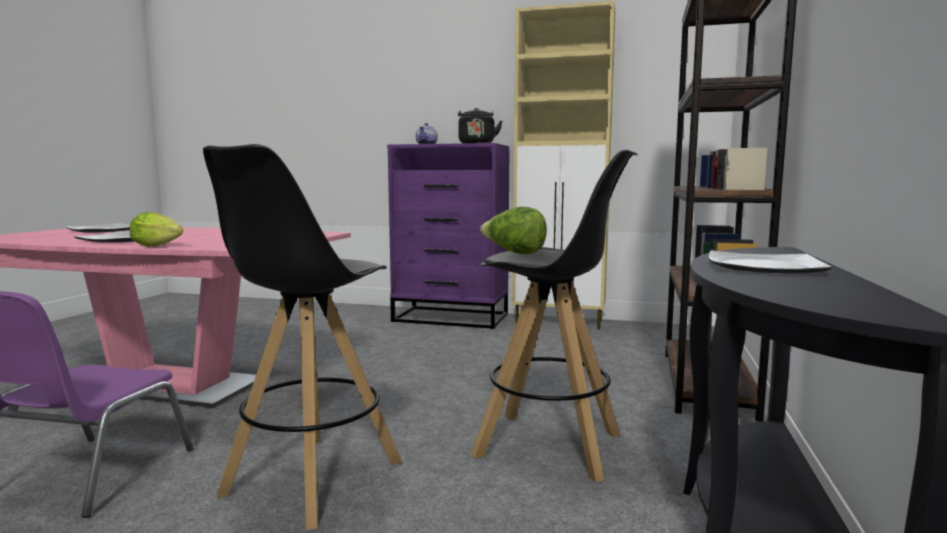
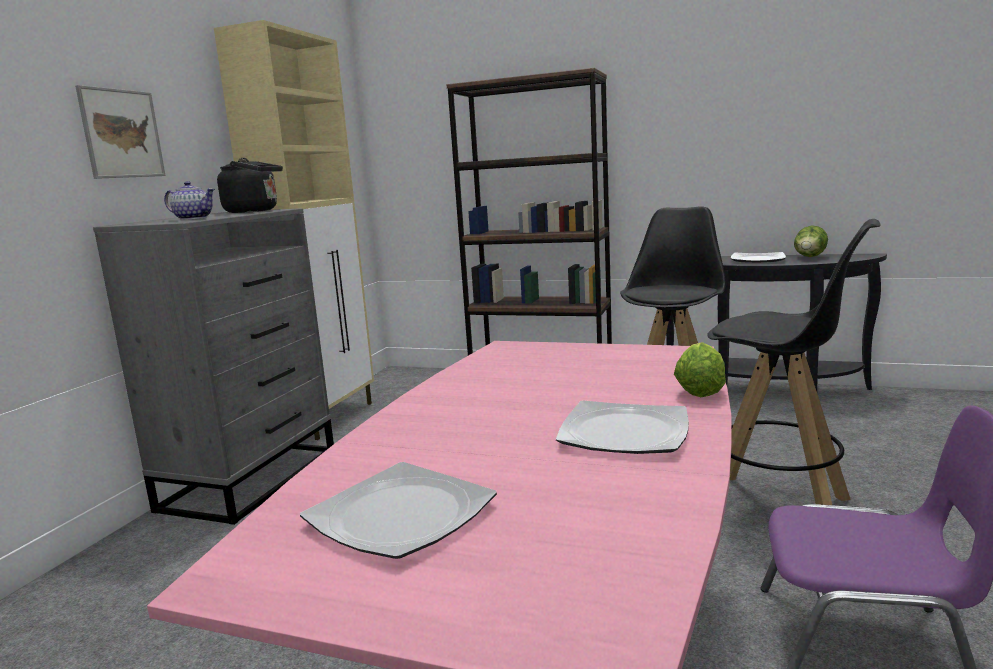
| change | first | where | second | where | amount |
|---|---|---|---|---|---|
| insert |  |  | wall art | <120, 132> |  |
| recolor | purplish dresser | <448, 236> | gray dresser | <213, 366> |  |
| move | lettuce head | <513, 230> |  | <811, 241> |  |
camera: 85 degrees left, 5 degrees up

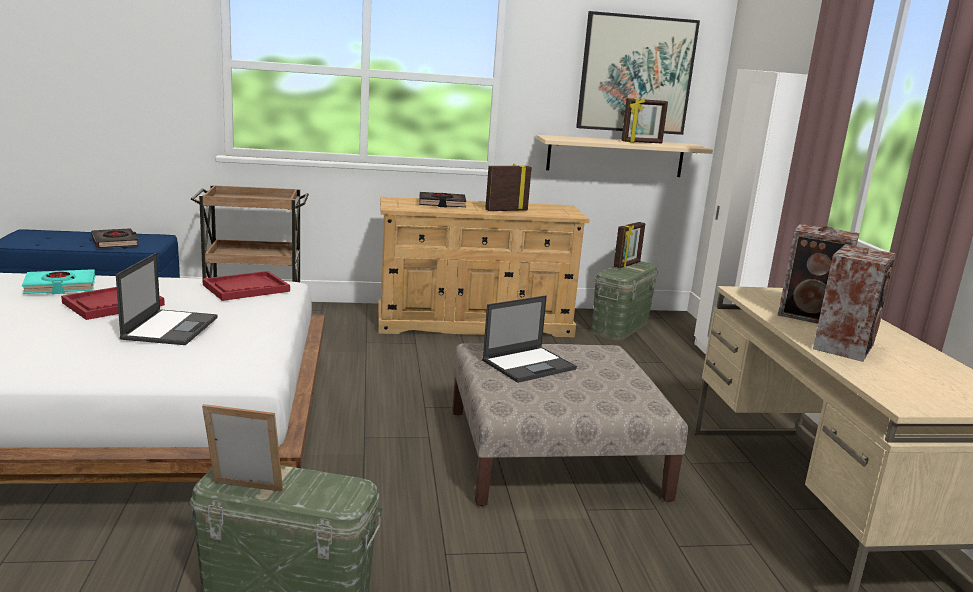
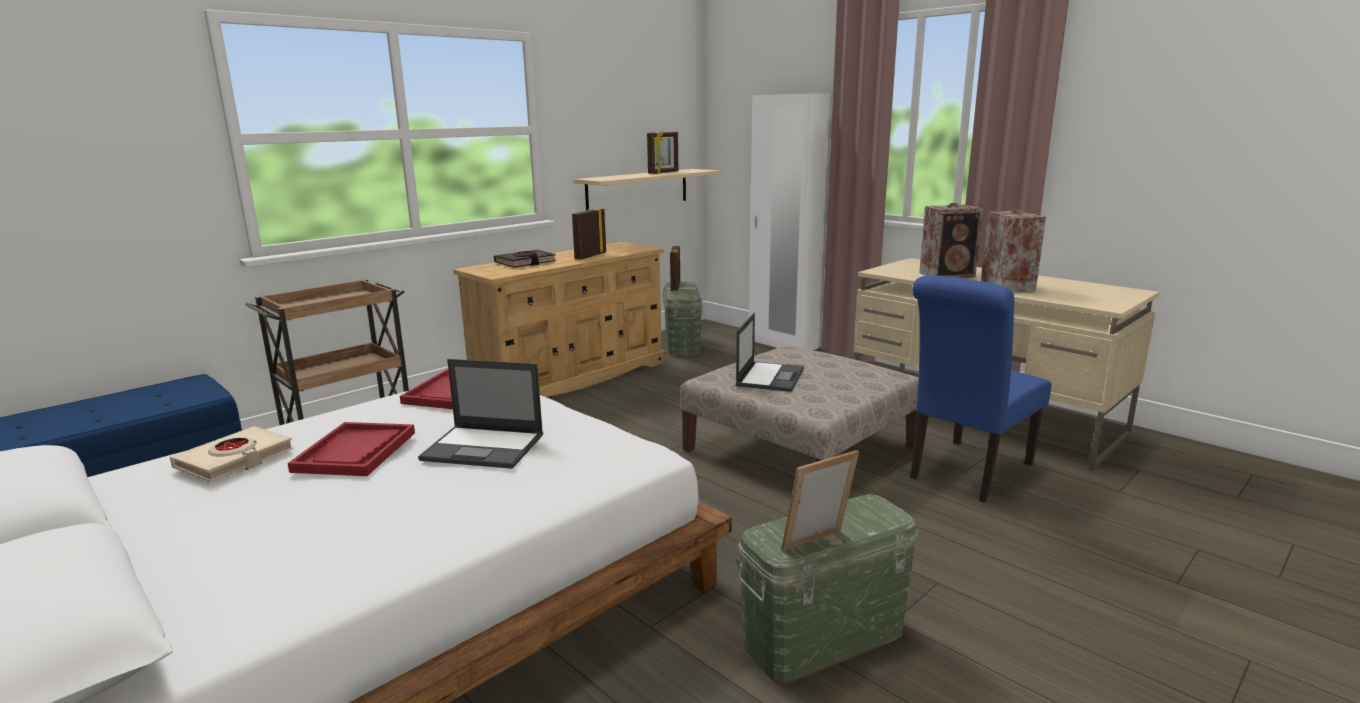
| change | first | where | second | where | amount |
|---|---|---|---|---|---|
| recolor | turquoise book | <58, 281> | sand-coloured book | <232, 454> |  |
| rotate | portable computer | <166, 299> |  | <480, 414> | 135 degrees clockwise |
| insert |  |  | bluish upright chair | <980, 389> |  |
| delete | black book | <115, 238> |  |  |  |
| delete | wall art | <638, 73> |  |  |  |
camera: 35 degrees left, 0 degrees up

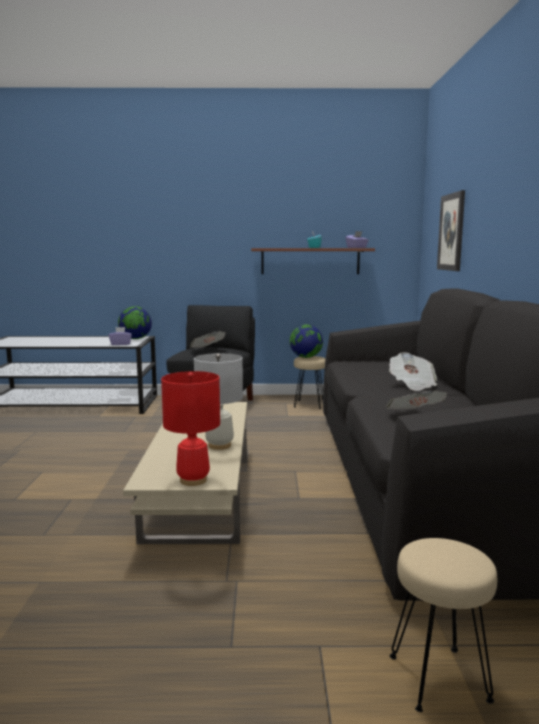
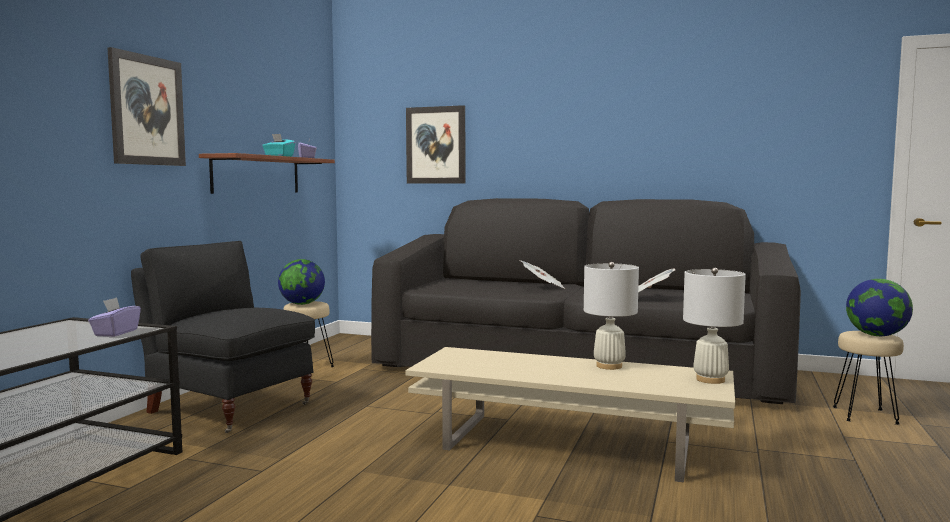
| change | first | where | second | where | amount |
|---|---|---|---|---|---|
| insert |  |  | wall art | <147, 106> |  |
| recolor | red table lamp | <190, 428> | whitish table lamp | <714, 326> |  |
| move | world globe | <135, 322> |  | <879, 307> |  |
| delete | daily paper | <207, 339> |  |  |  |
camera: 70 degrees left, 5 degrees down

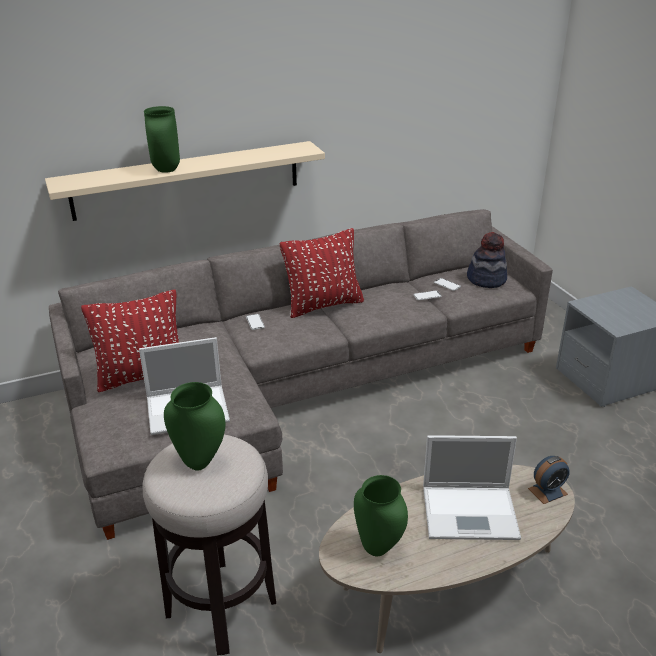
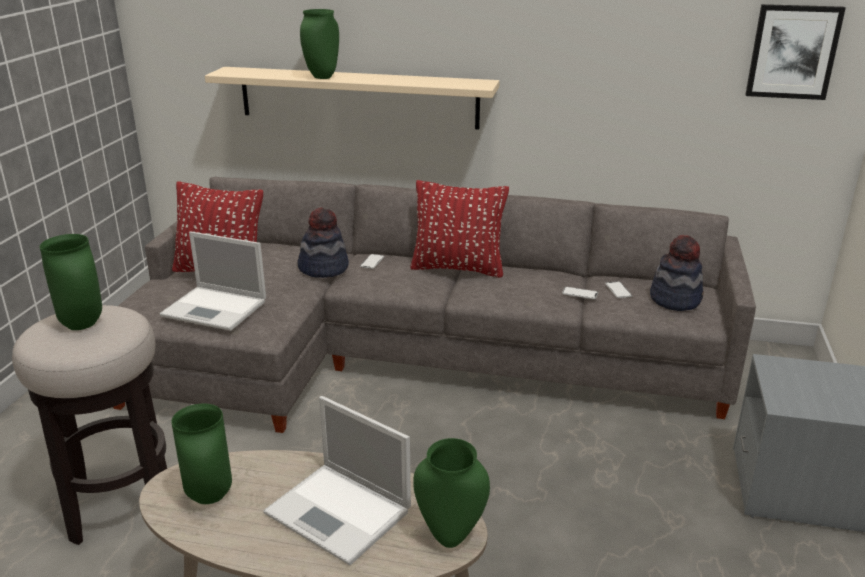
| change | first | where | second | where | amount |
|---|---|---|---|---|---|
| insert |  |  | wearable hat | <323, 242> |  |
| replace | table clock | <549, 480> | green-coloured vase | <451, 493> |  |
| insert |  |  | wall art | <795, 52> |  |
camera: 35 degrees right, 5 degrees down

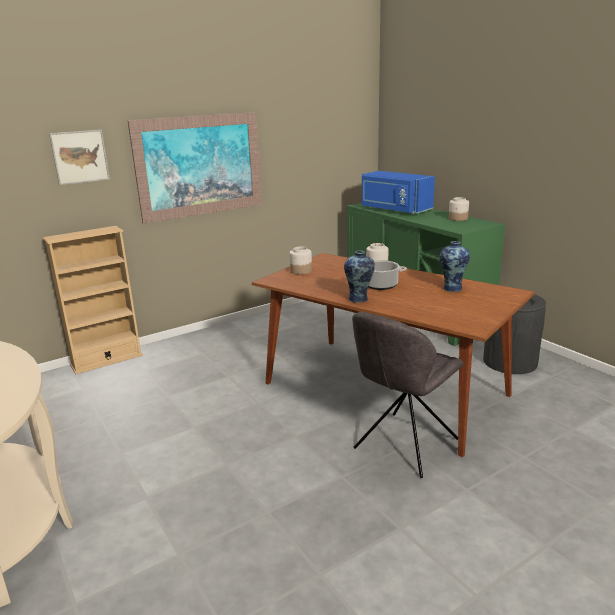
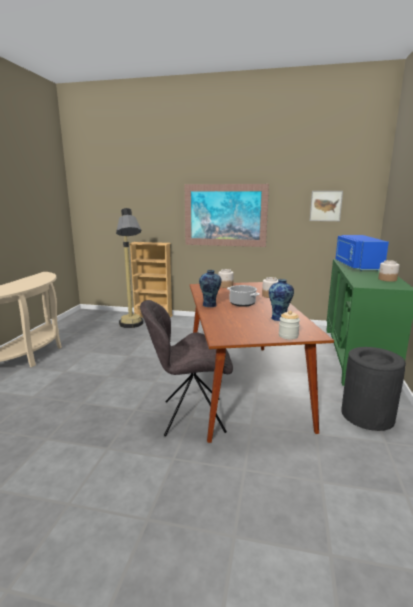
| change | first | where | second | where | amount |
|---|---|---|---|---|---|
| insert |  |  | standard lamp | <129, 268> |  |
| insert |  |  | storage jar | <289, 325> |  |
| move | wall art | <79, 157> |  | <326, 206> |  |
camera: 45 degrees right, 5 degrees down

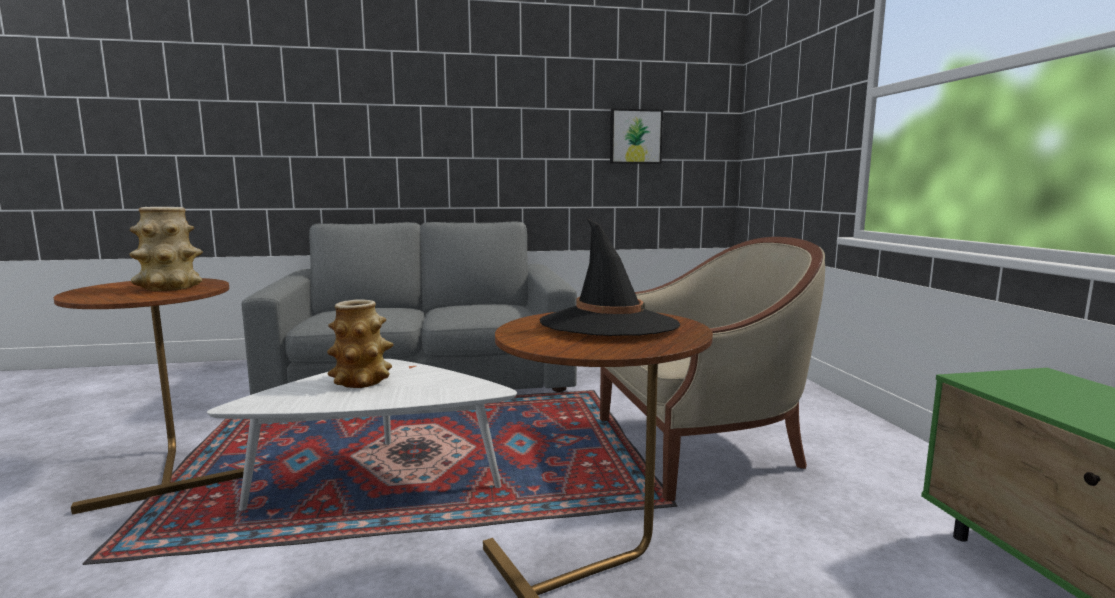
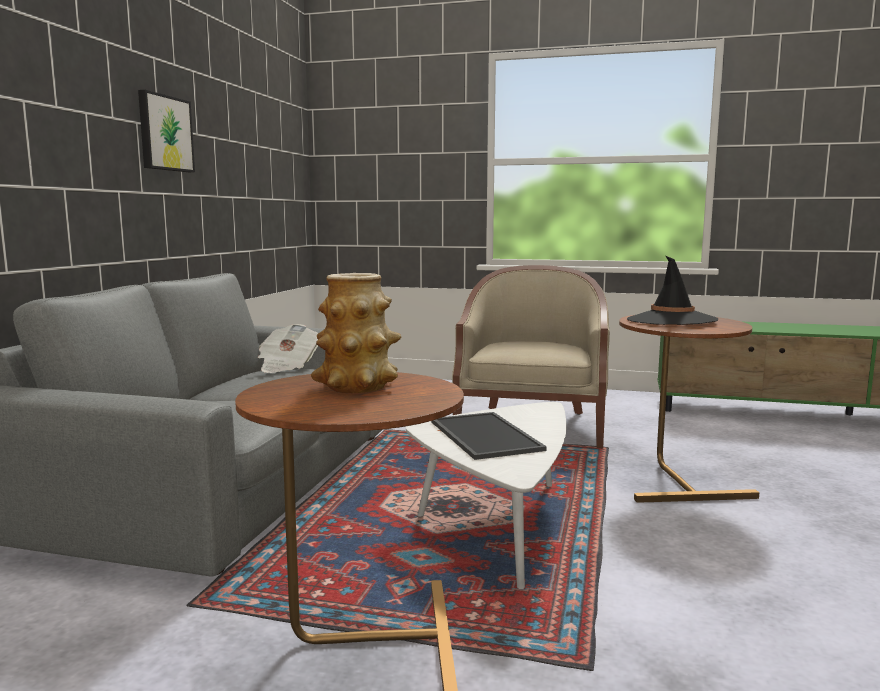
| change | first | where | second | where | amount |
|---|---|---|---|---|---|
| move | wall art | <636, 136> |  | <166, 131> |  |
| insert |  |  | daily paper | <288, 348> |  |
| replace | vase | <360, 343> | tray | <489, 436> |  |
camera: 65 degrees left, 0 degrees up

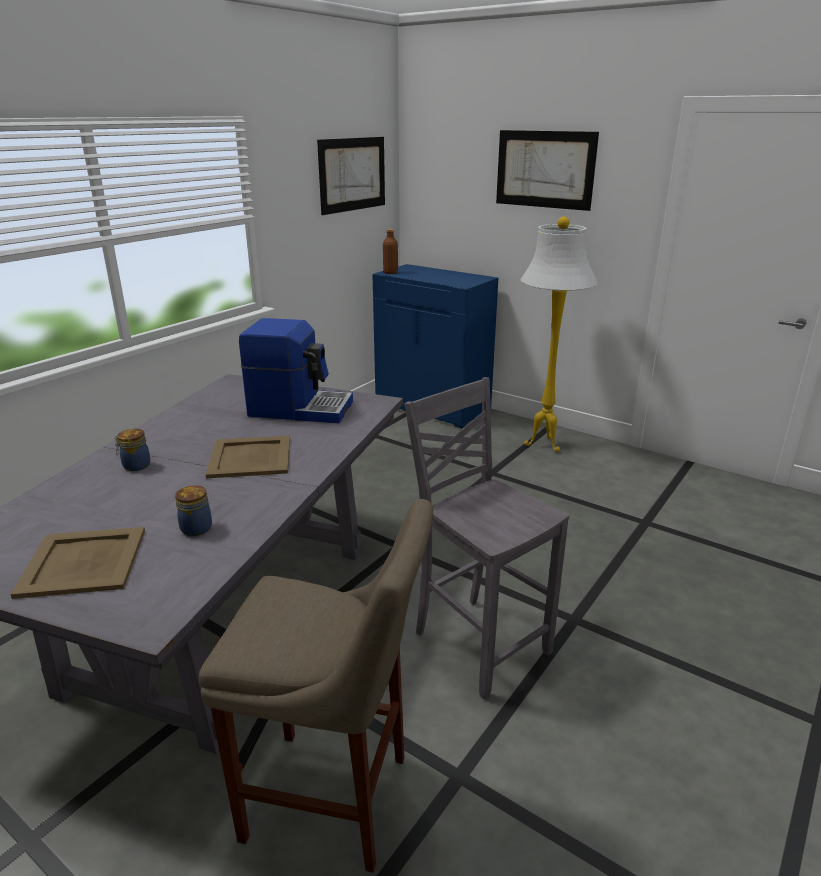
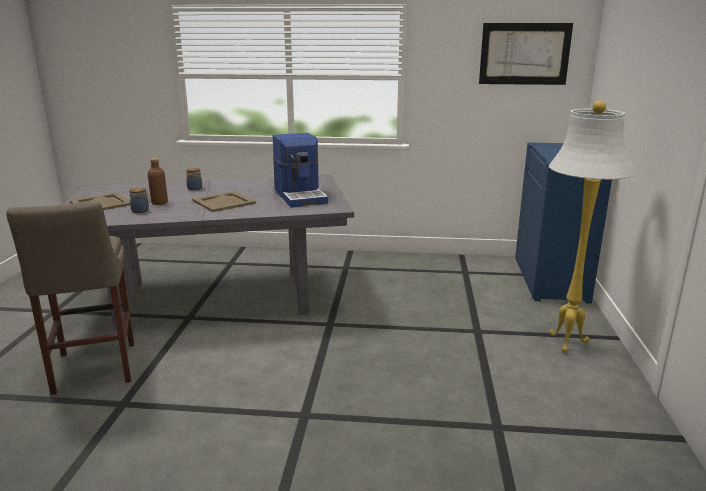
| change | first | where | second | where | amount |
|---|---|---|---|---|---|
| move | brownish beverage bottle | <390, 251> |  | <158, 181> |  |
| delete | gray upright chair | <486, 538> |  |  |  |
| delete | wall art | <547, 170> |  |  |  |
camera: 60 degrees right, 5 degrees down

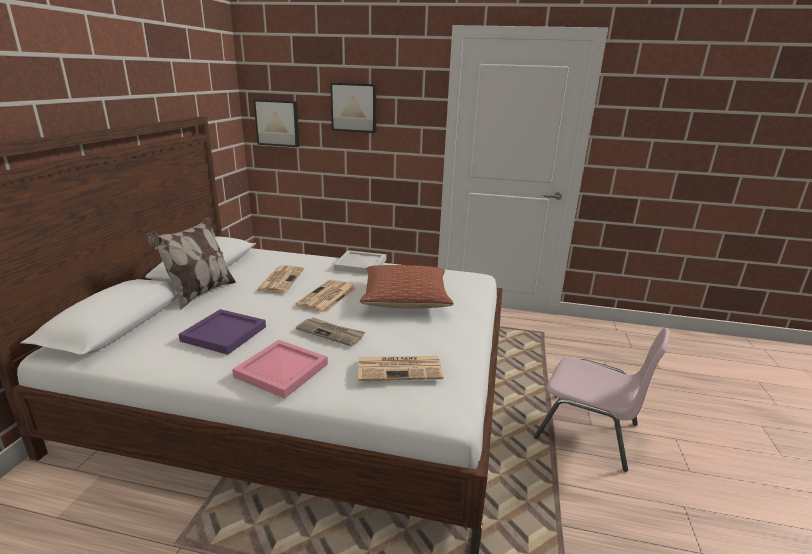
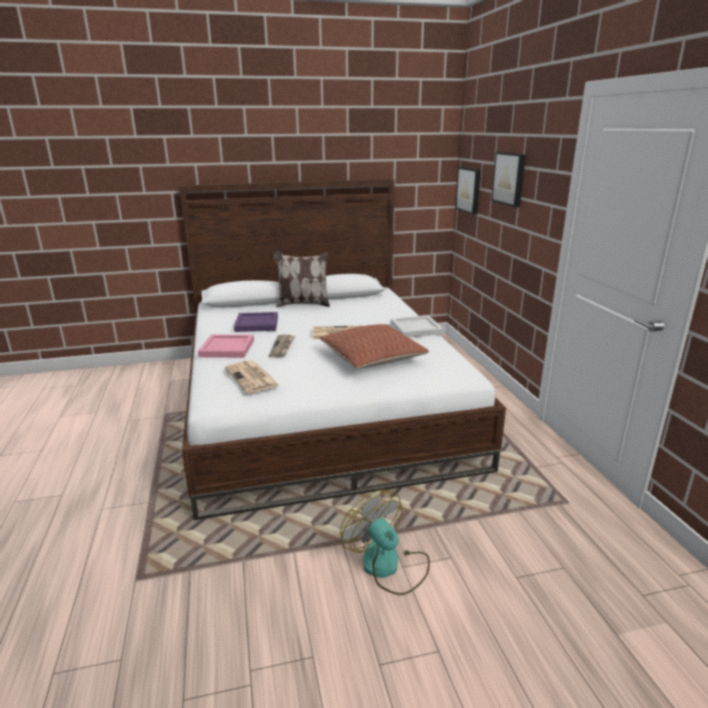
| change | first | where | second | where | amount |
|---|---|---|---|---|---|
| replace | pinkish upright chair | <602, 400> | cooling fan | <385, 542> |  |
| delete | daily paper | <280, 279> |  |  |  |
camera: 65 degrees right, 0 degrees up

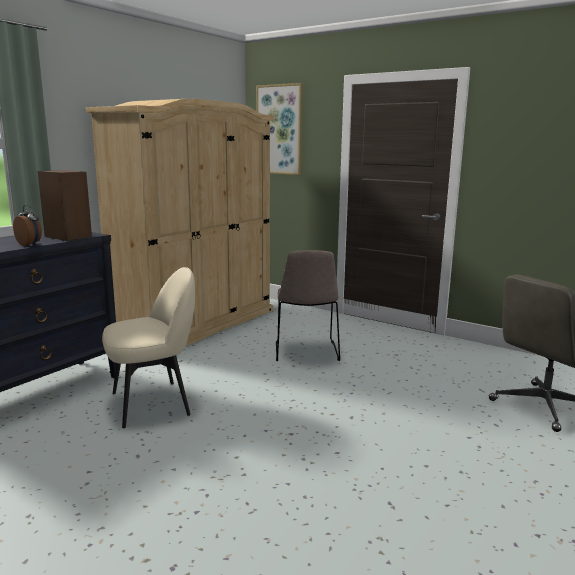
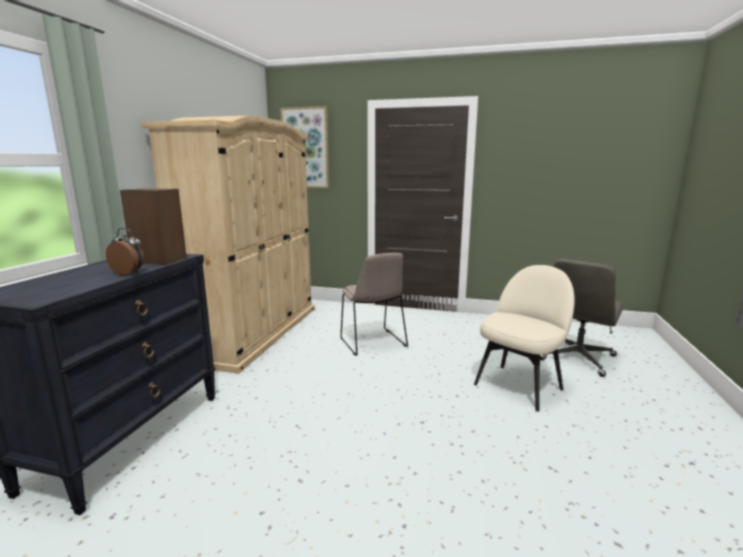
| change | first | where | second | where | amount |
|---|---|---|---|---|---|
| move | sand-coloured upright chair | <148, 347> |  | <524, 338> |  |
camera: 20 degrees left, 0 degrees up

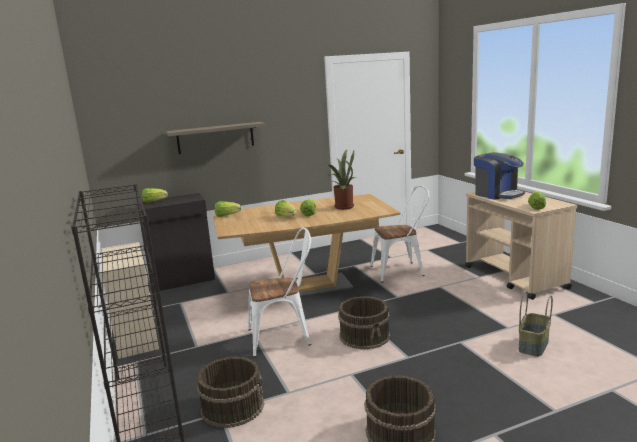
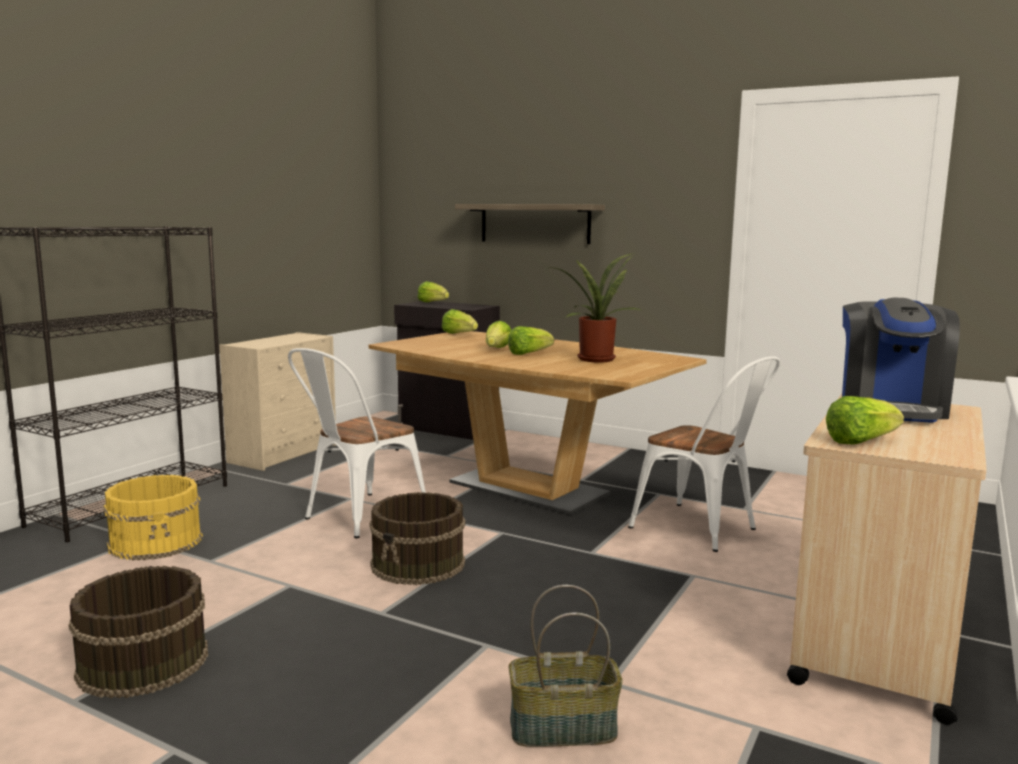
| change | first | where | second | where | amount |
|---|---|---|---|---|---|
| recolor | brownish water bucket | <230, 392> | yellow water bucket | <153, 517> |  |
| rotate | whitish upright chair | <279, 292> |  | <357, 443> | 90 degrees clockwise |
camera: 50 degrees right, 5 degrees down

